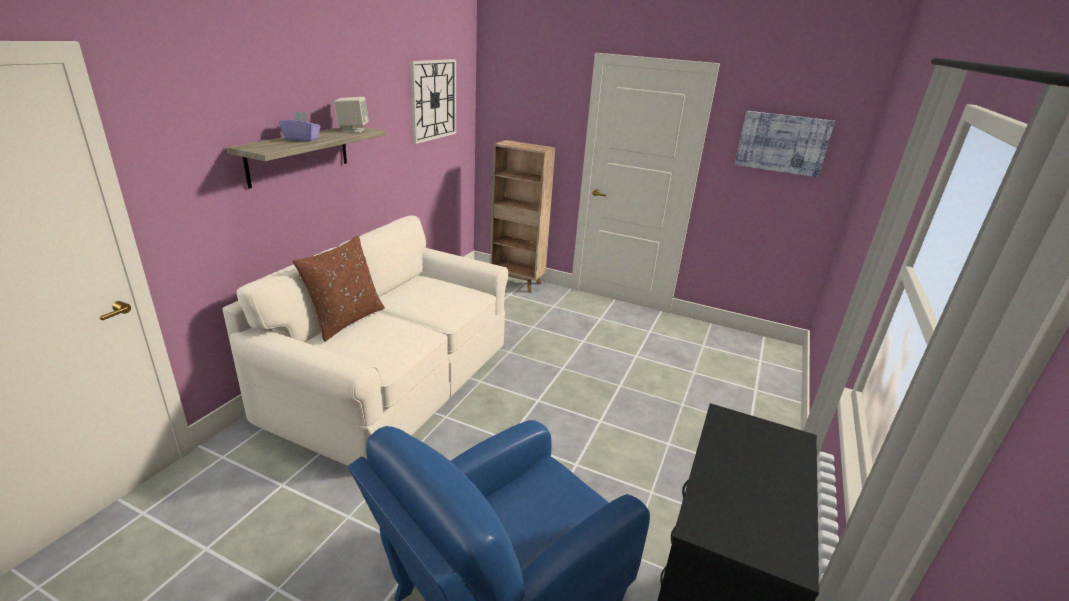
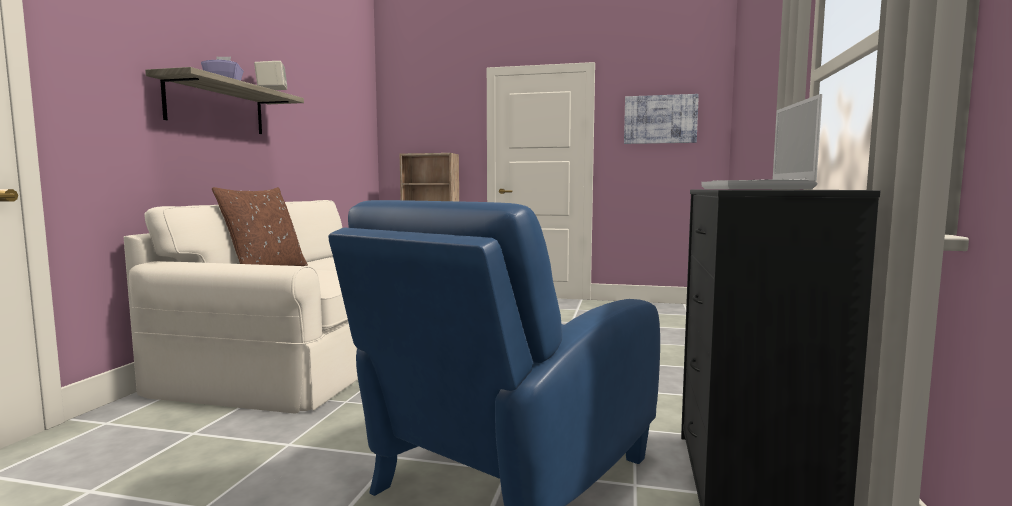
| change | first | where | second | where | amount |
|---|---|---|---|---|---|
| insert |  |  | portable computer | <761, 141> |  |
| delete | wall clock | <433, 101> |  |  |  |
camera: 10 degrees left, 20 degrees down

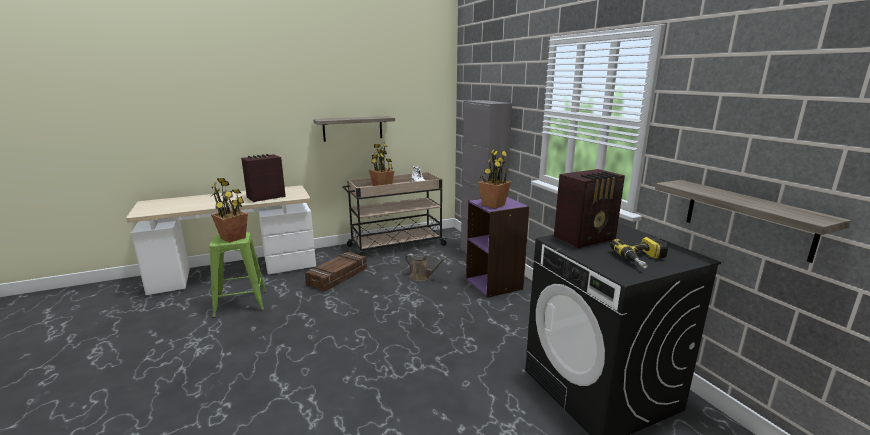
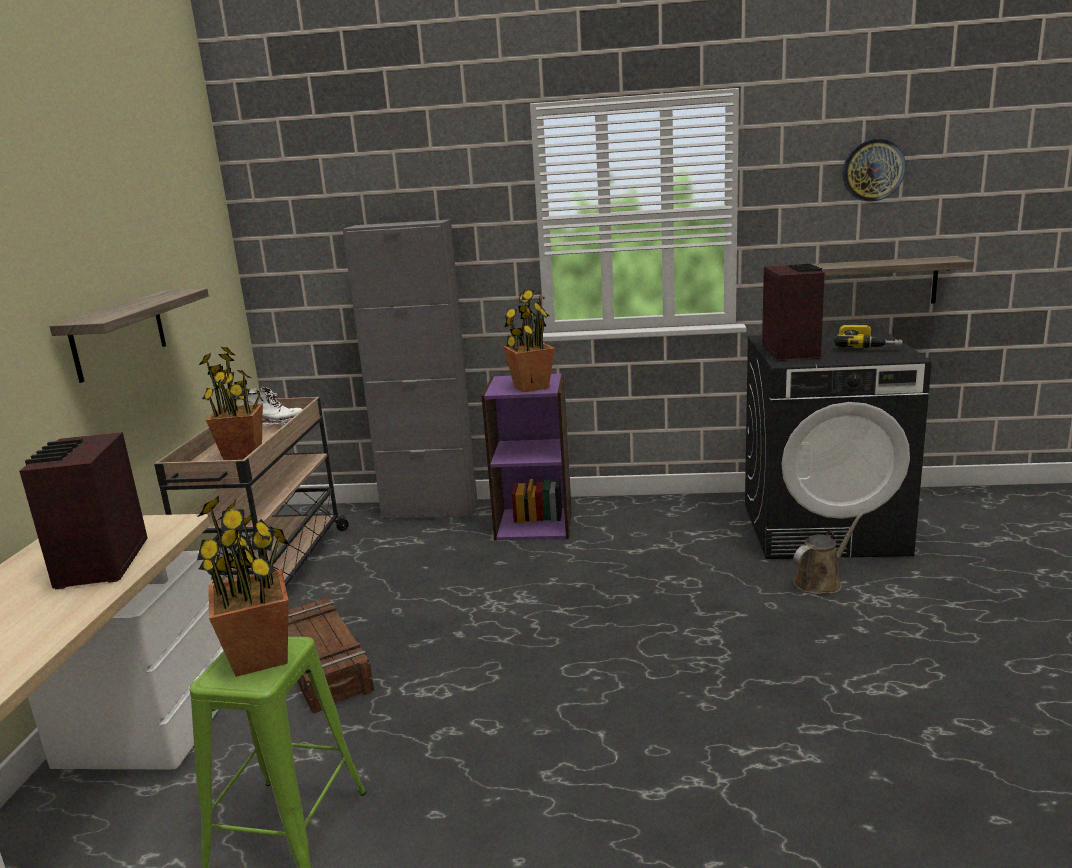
| change | first | where | second | where | amount |
|---|---|---|---|---|---|
| move | brownish watering pot | <426, 267> |  | <828, 554> |  |
| insert |  |  | wall clock | <874, 170> |  |
camera: 60 degrees left, 0 degrees up

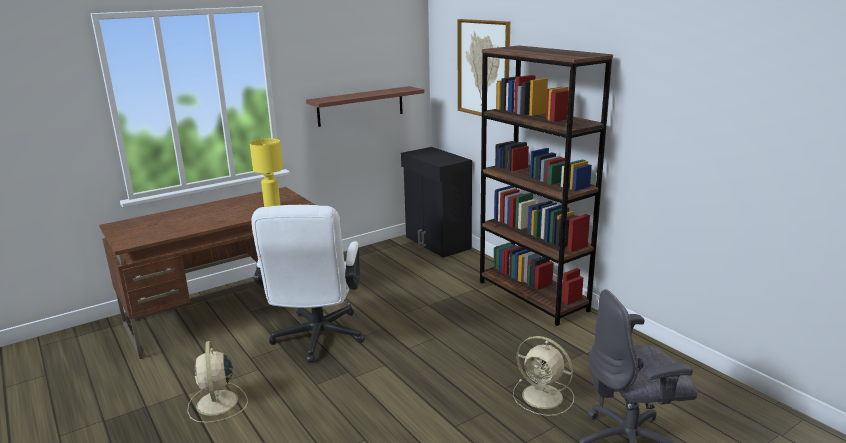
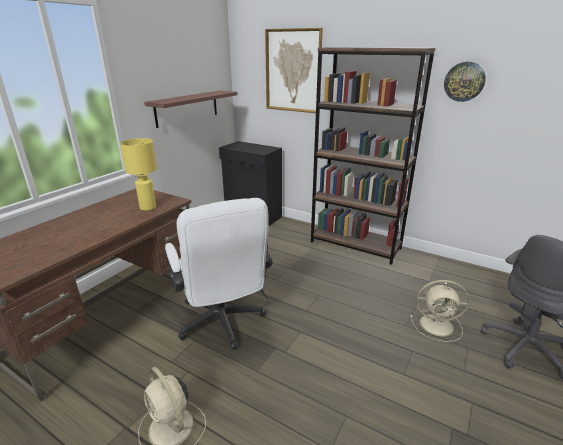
| change | first | where | second | where | amount |
|---|---|---|---|---|---|
| insert |  |  | wall clock | <465, 82> |  |
camera: 25 degrees left, 5 degrees up

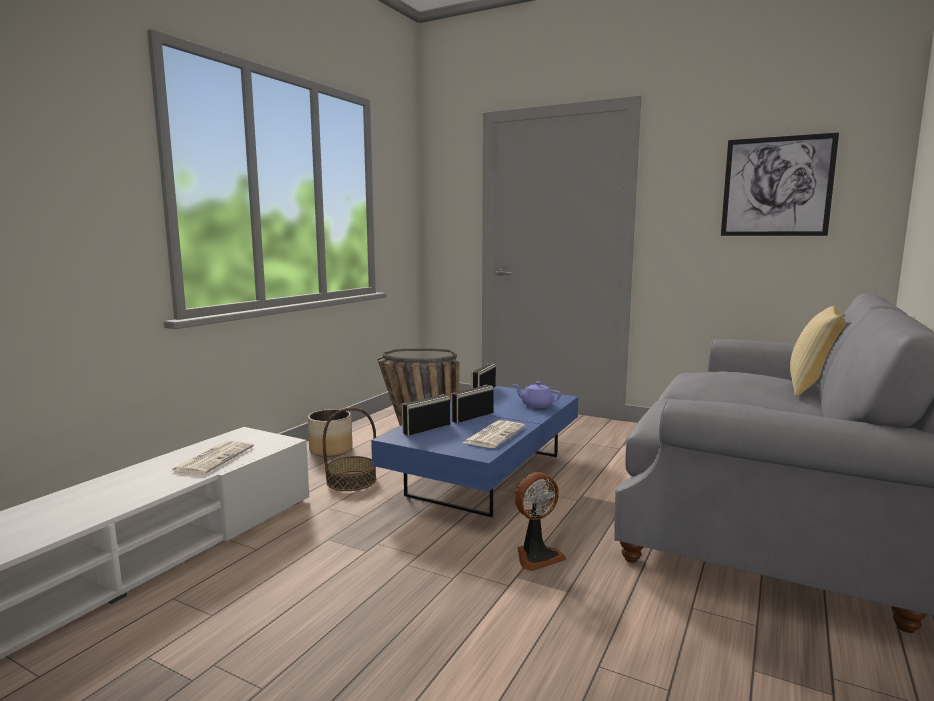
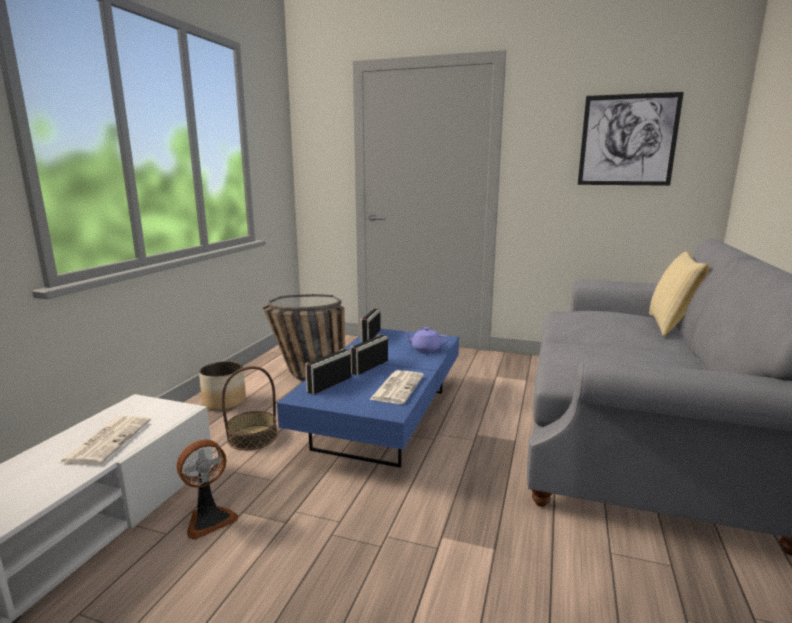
| change | first | where | second | where | amount |
|---|---|---|---|---|---|
| move | cooling fan | <540, 521> |  | <207, 489> |  |
camera: 10 degrees left, 5 degrees up

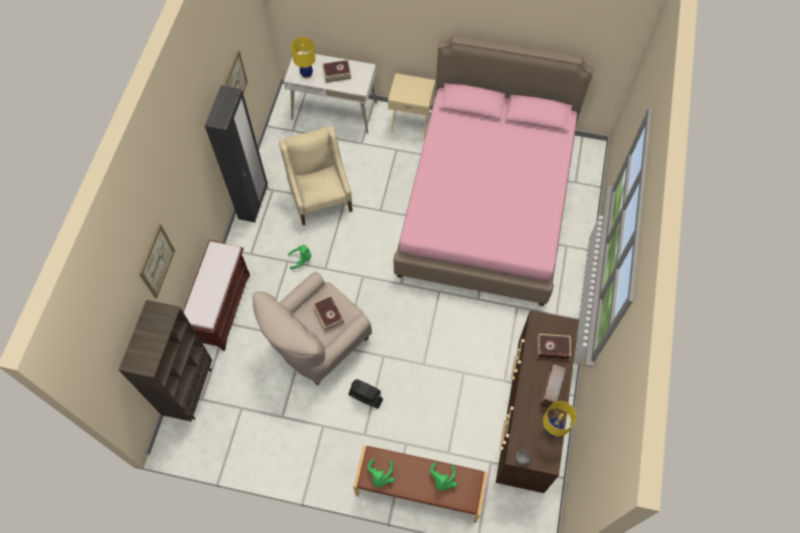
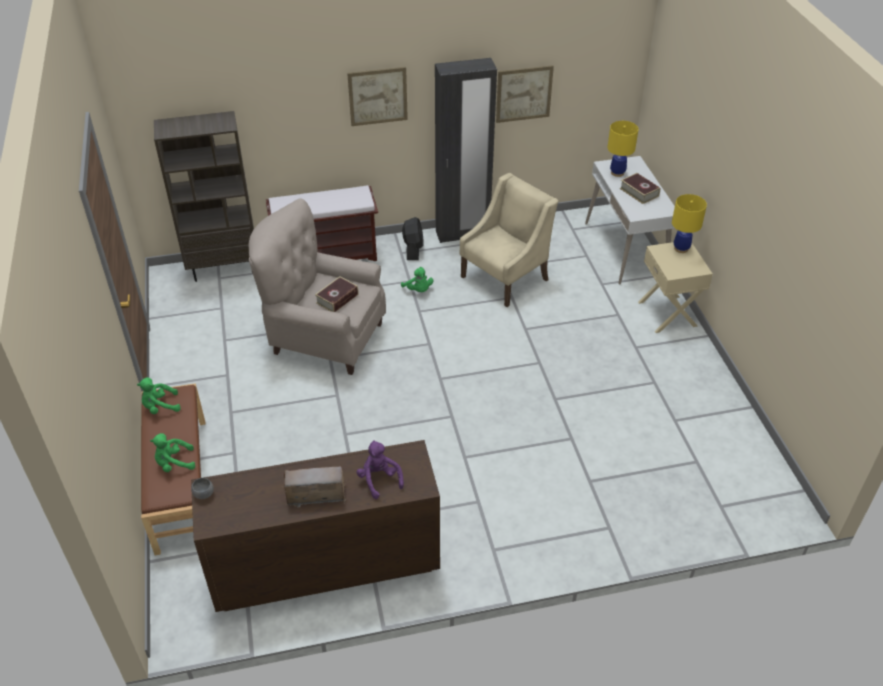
| change | first | where | second | where | amount |
|---|---|---|---|---|---|
| move | wall art | <157, 261> |  | <377, 96> |  |
| replace | book | <554, 346> | purplish soft toy | <380, 469> |  |
| move | black cooling fan | <365, 394> |  | <413, 238> |  |
| move | yellow table lamp | <560, 419> |  | <689, 223> |  |
| delete | pinkish bedroom bed | <493, 170> |  |  |  |
camera: 65 degrees right, 20 degrees down

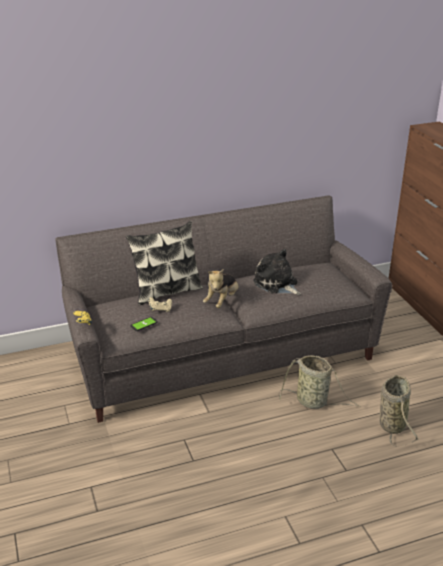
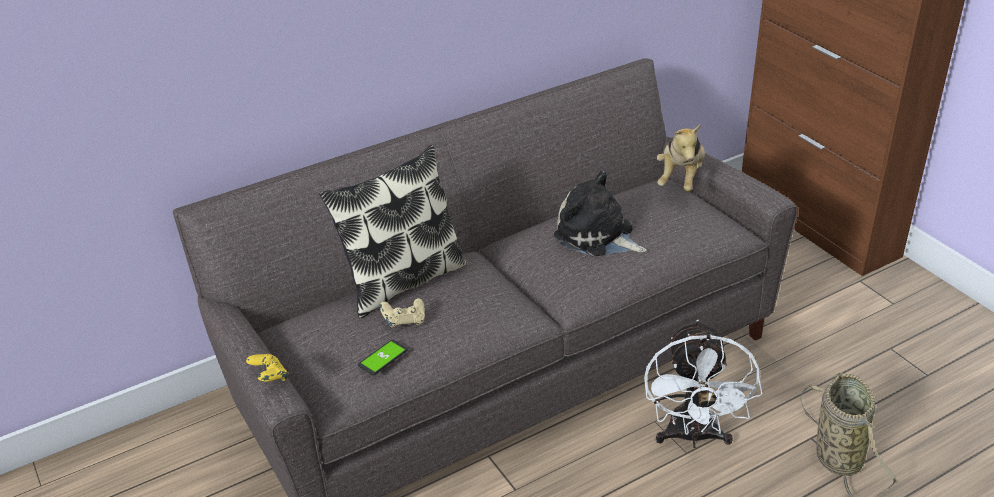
| change | first | where | second | where | amount |
|---|---|---|---|---|---|
| replace | basket | <320, 382> | whitish cooling fan | <703, 384> |  |
| move | soft toy | <220, 288> |  | <681, 158> |  |
camera: 10 degrees left, 5 degrees up

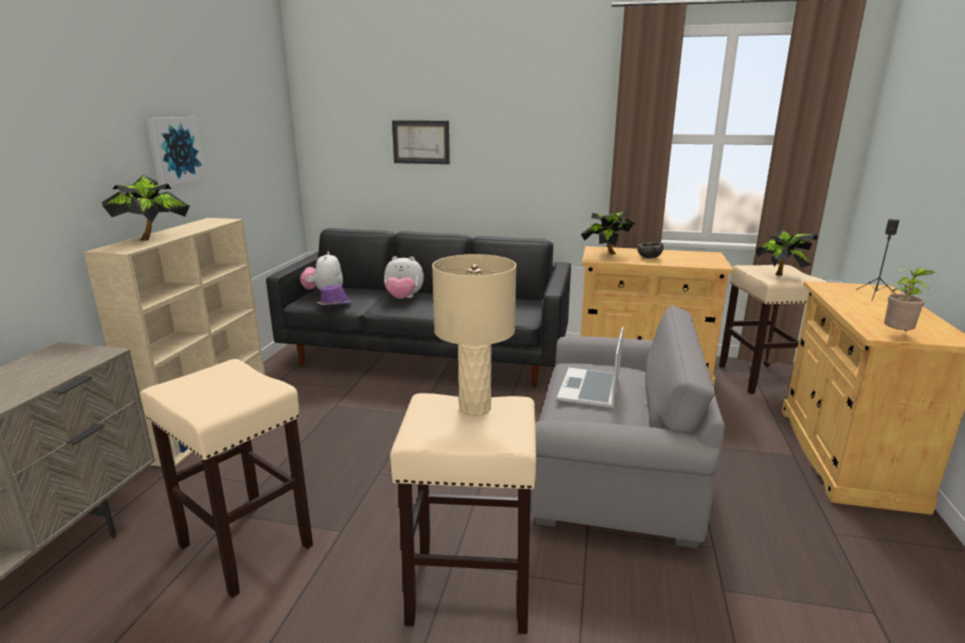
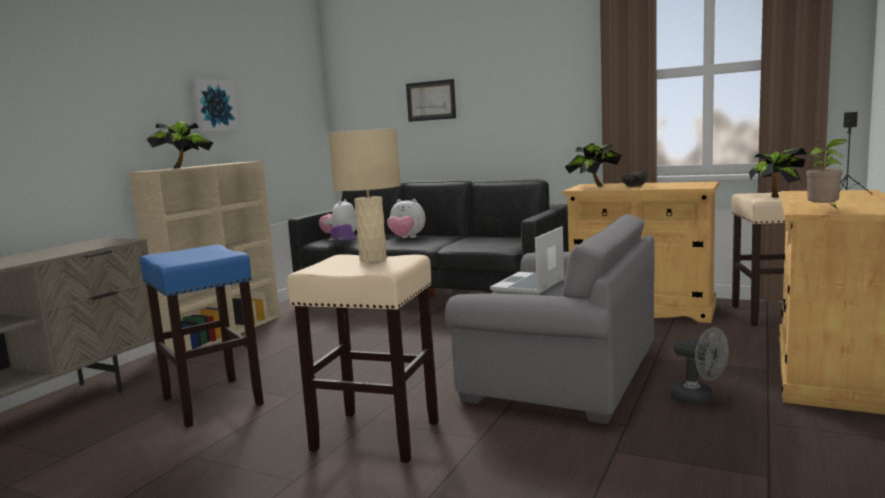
| change | first | where | second | where | amount |
|---|---|---|---|---|---|
| recolor | sand-coloured sitting stool | <226, 478> | bluish sitting stool | <201, 335> |  |
| insert |  |  | gray cooling fan | <700, 366> |  |
camera: 15 degrees right, 10 degrees down

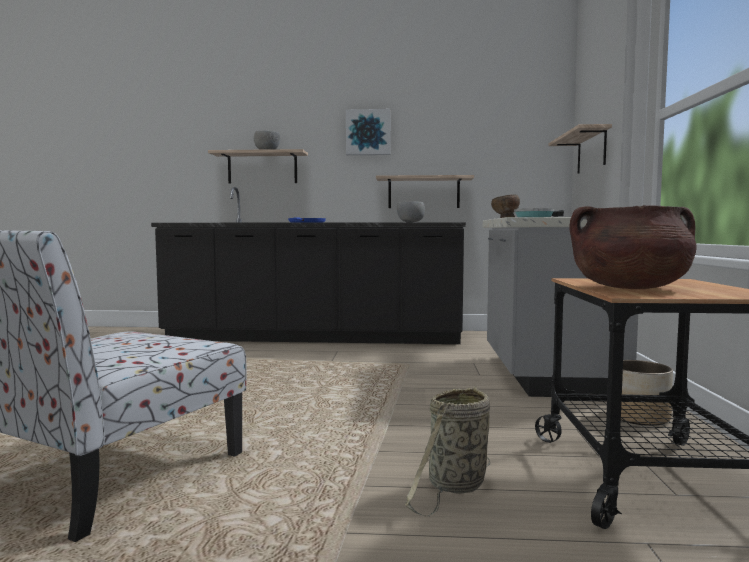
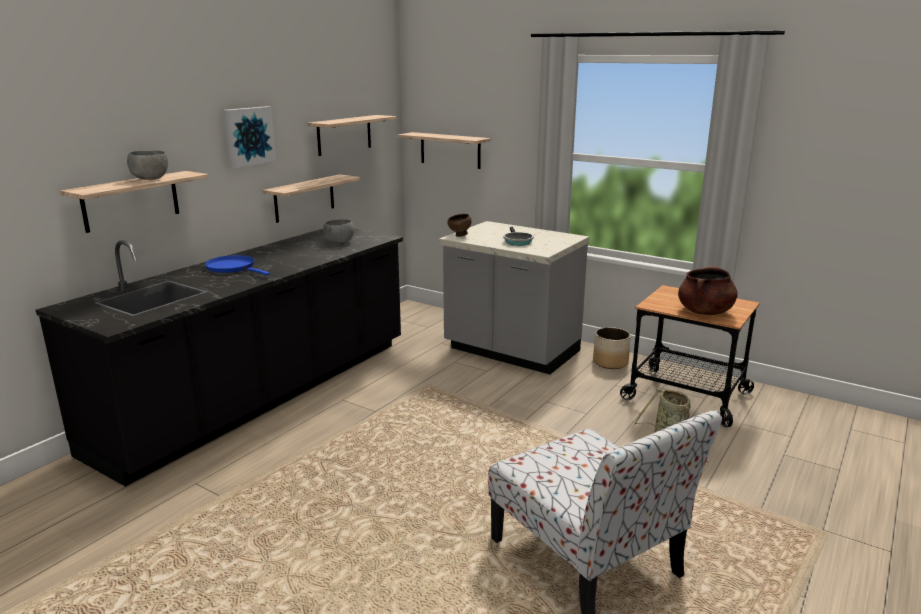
| change | first | where | second | where | amount |
|---|---|---|---|---|---|
| insert |  |  | bracket shelf | <352, 135> |  |
camera: 60 degrees left, 15 degrees up

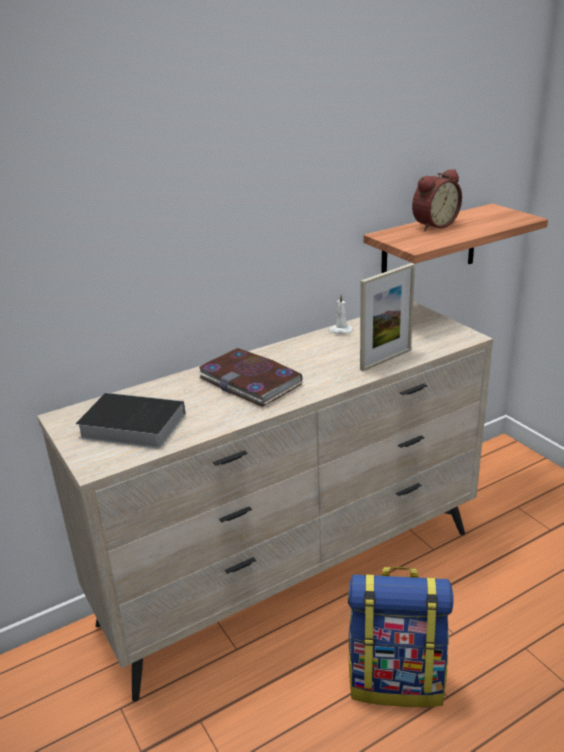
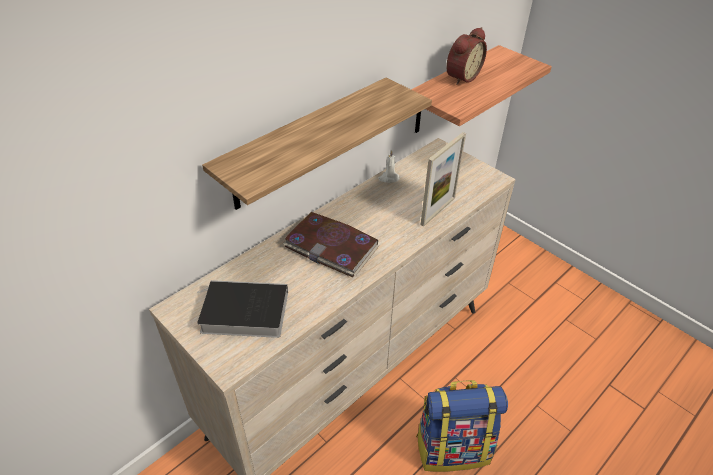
| change | first | where | second | where | amount |
|---|---|---|---|---|---|
| insert |  |  | bracket shelf | <317, 143> |  |
camera: 15 degrees left, 15 degrees up

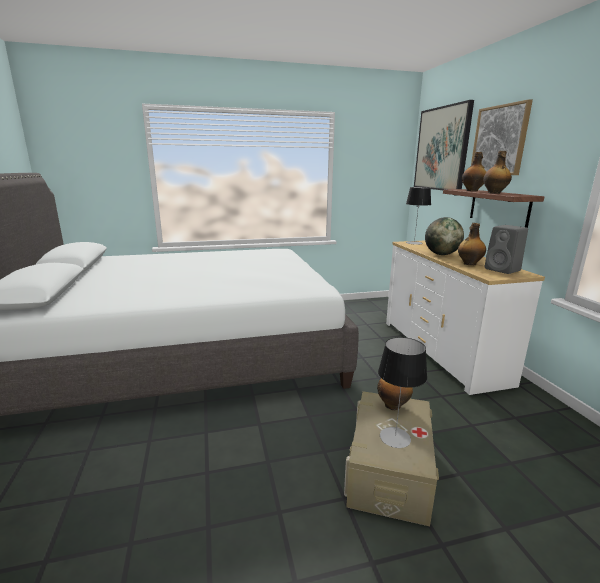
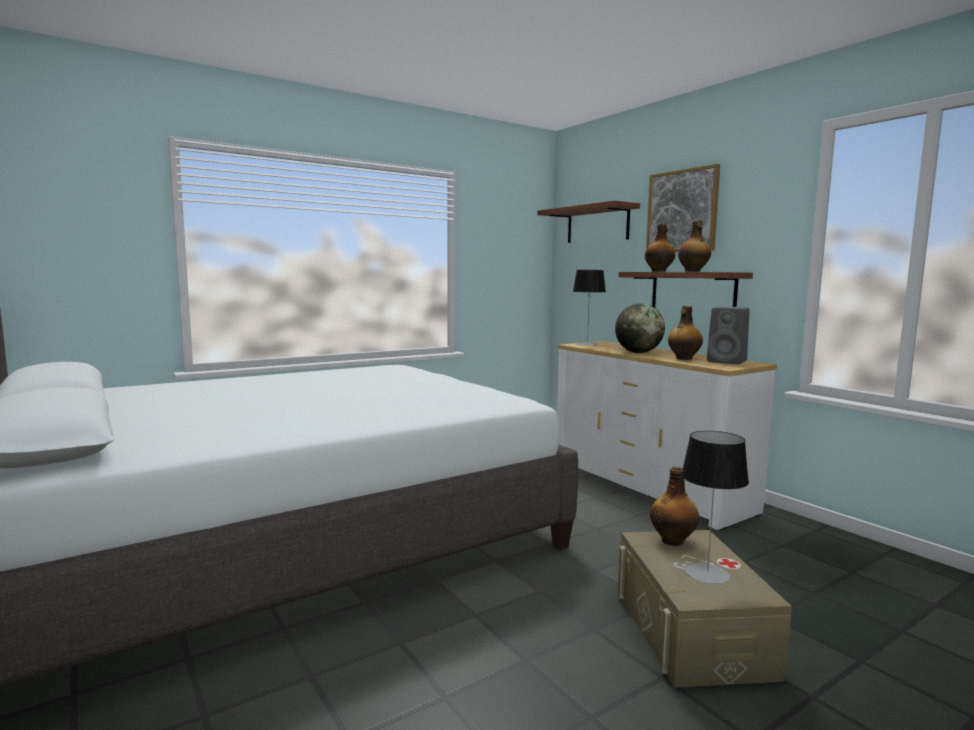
| change | first | where | second | where | amount |
|---|---|---|---|---|---|
| replace | wall art | <444, 145> | bracket shelf | <589, 221> |  |
camera: 20 degrees left, 10 degrees down

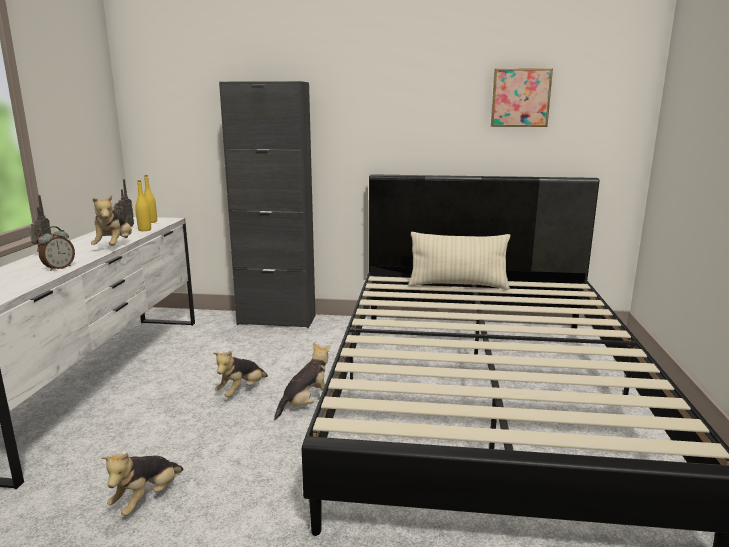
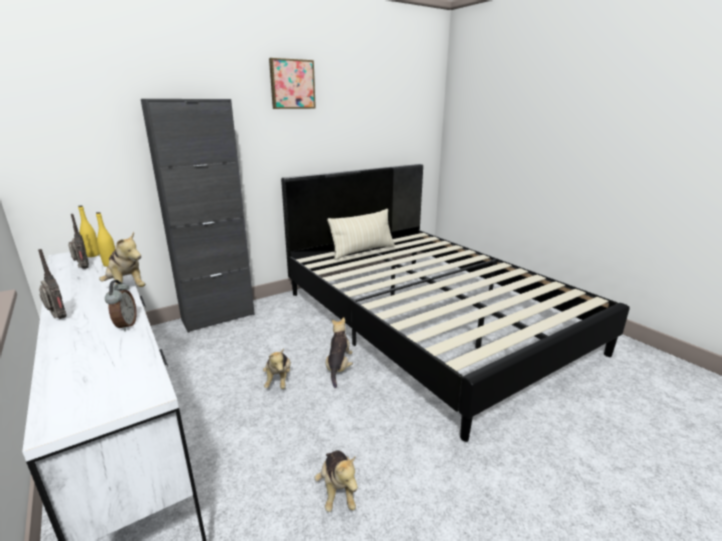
| change | first | where | second | where | amount |
|---|---|---|---|---|---|
| move | wall art | <522, 97> |  | <292, 83> |  |
camera: 40 degrees left, 5 degrees up

